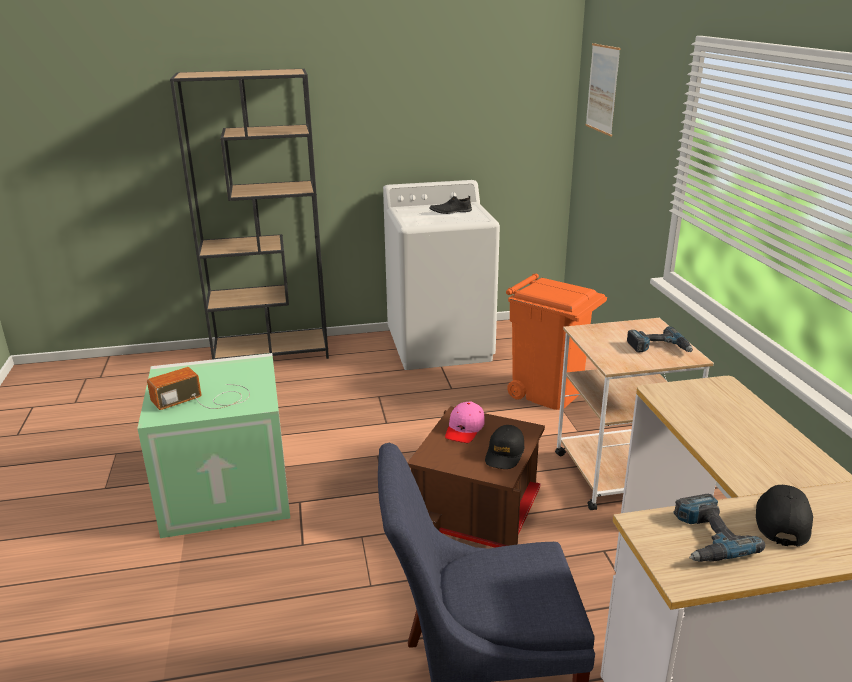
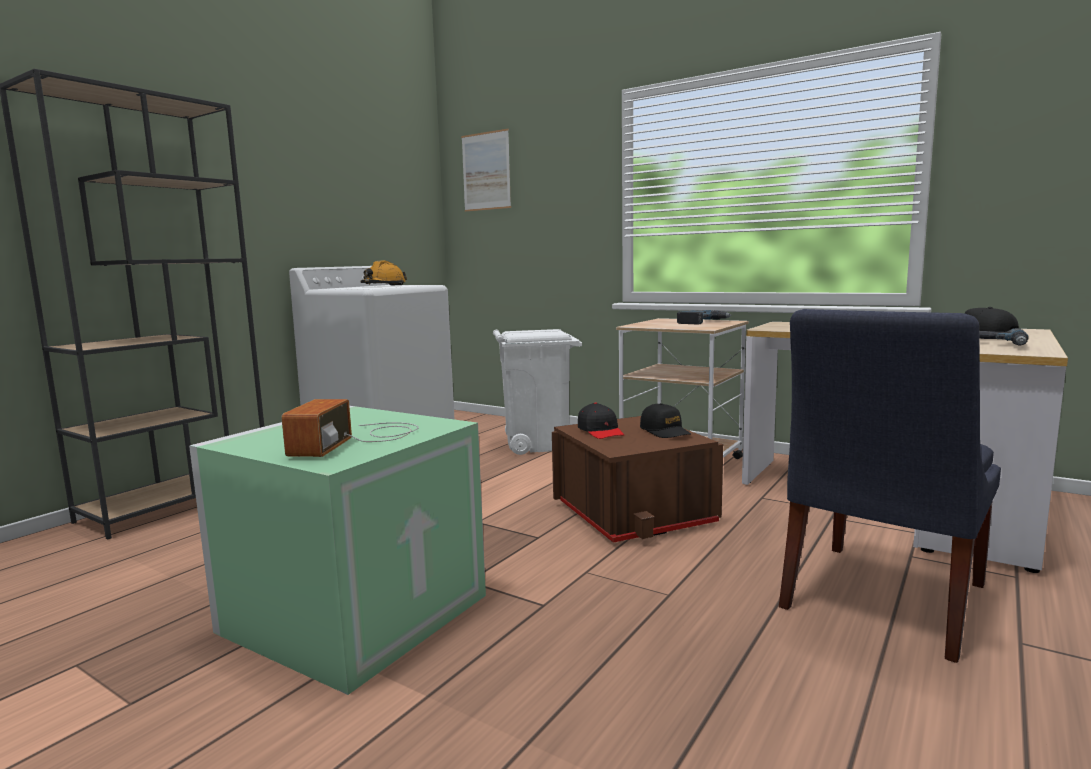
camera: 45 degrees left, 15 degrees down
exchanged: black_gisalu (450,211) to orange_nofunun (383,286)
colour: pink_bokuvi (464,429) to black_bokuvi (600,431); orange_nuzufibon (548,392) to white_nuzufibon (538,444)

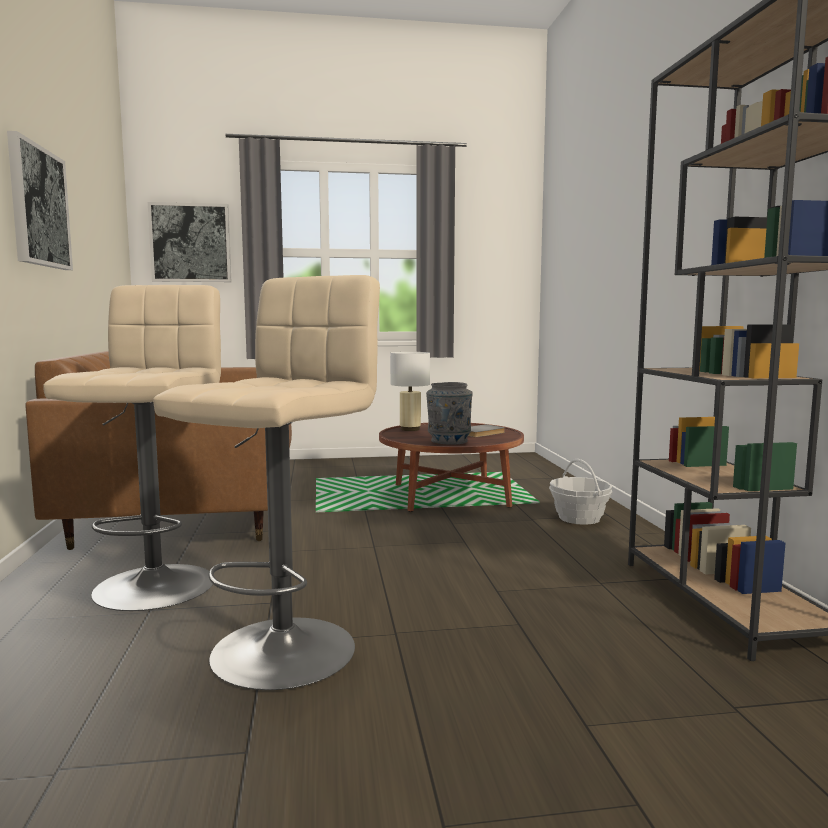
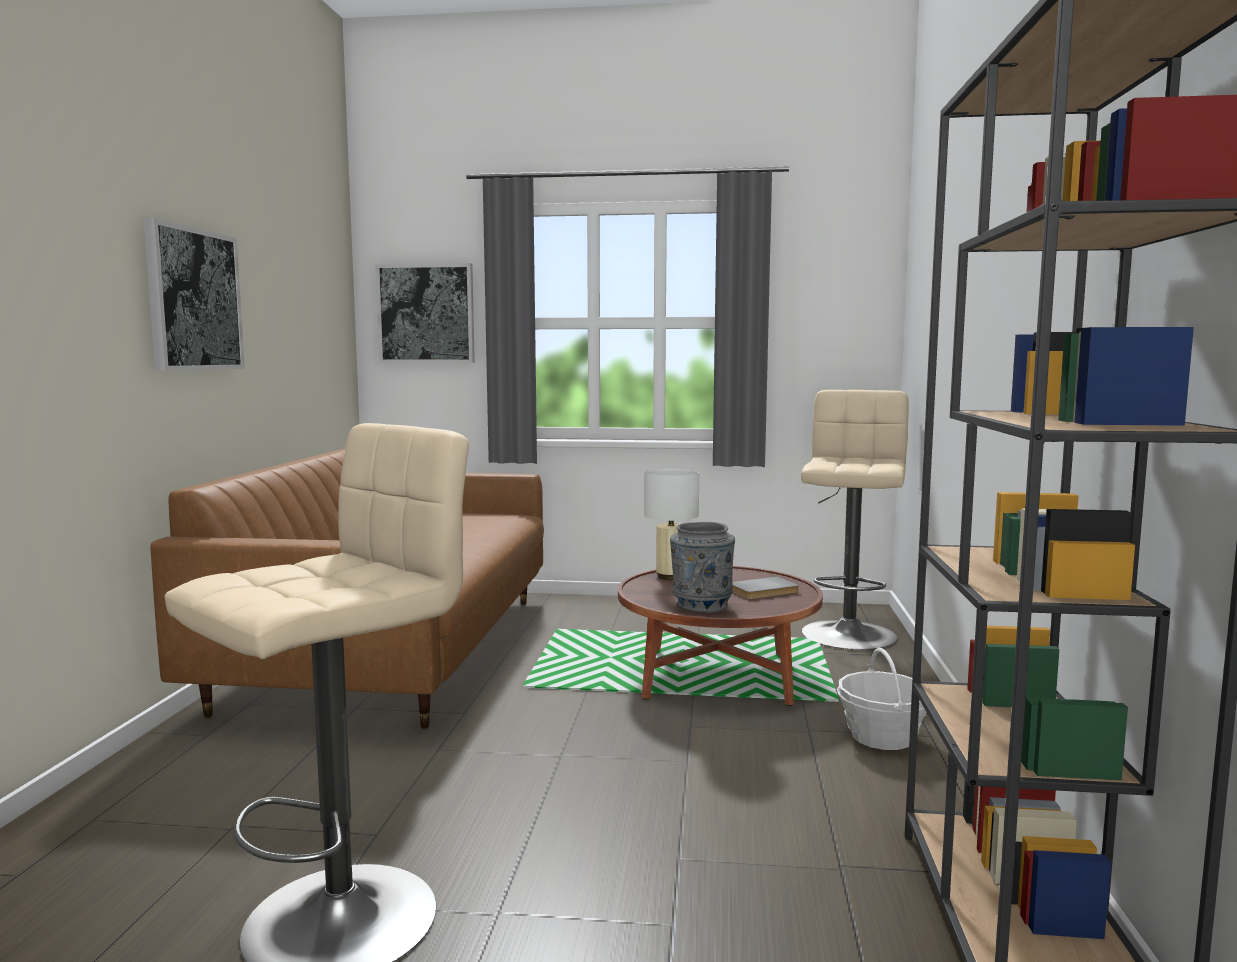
camera: 15 degrees right, 0 degrees up
relocated: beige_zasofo (156,586) to (850,635)

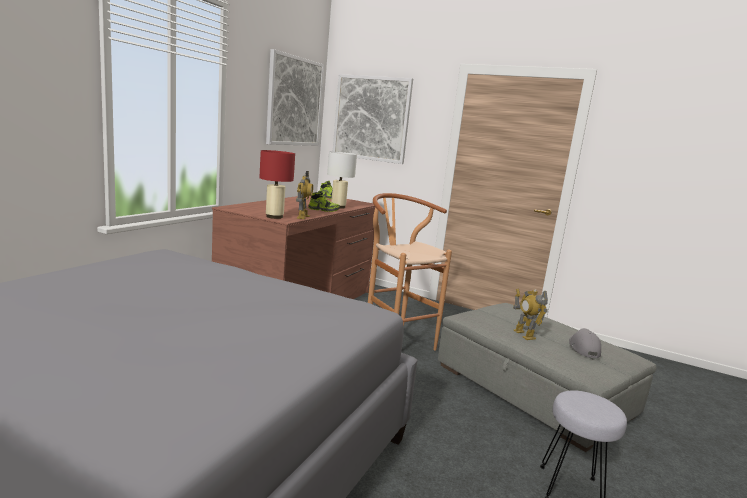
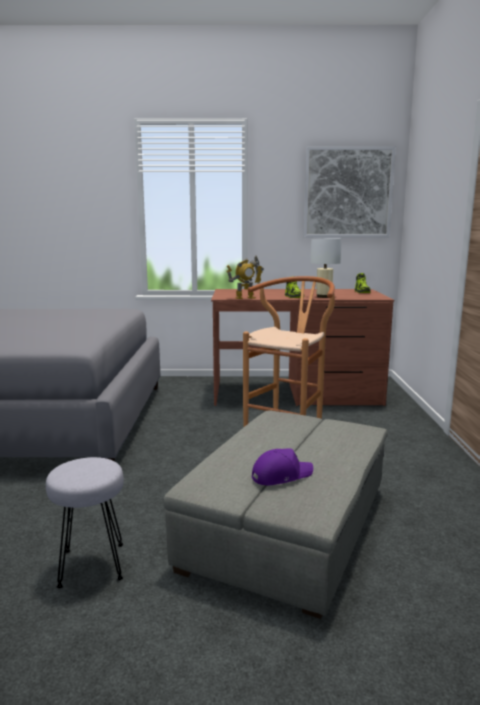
camera: 65 degrees right, 0 degrees up
missing: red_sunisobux (274,217); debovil (371,118); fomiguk (524,334)
colour: grey_bokuvi (583,348) to purple_bokuvi (281,475)

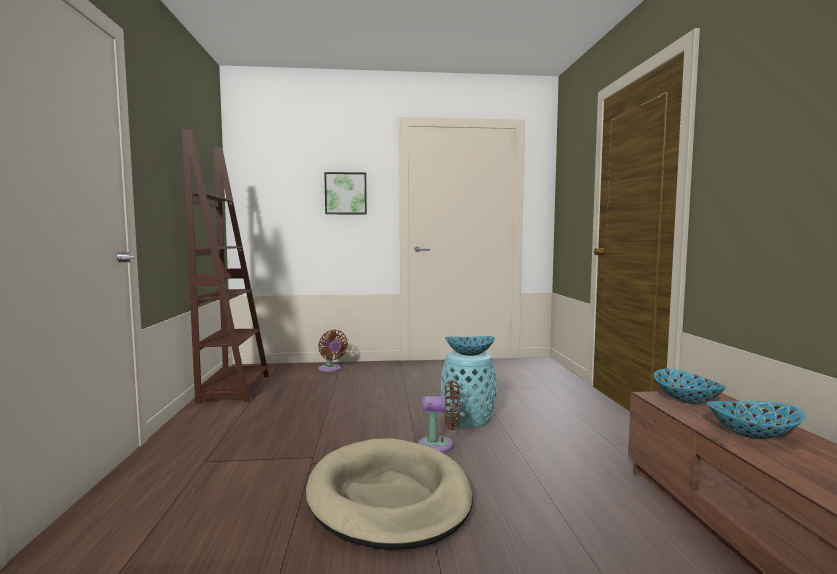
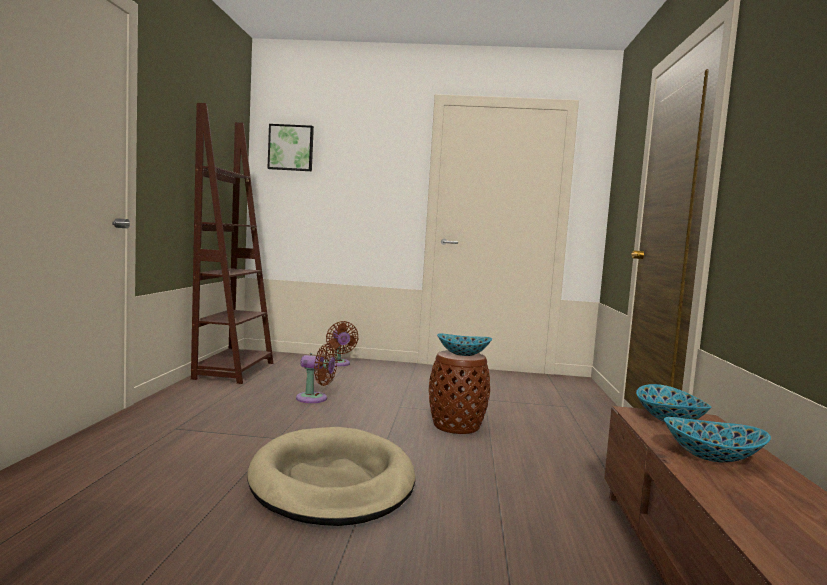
camera: 10 degrees right, 0 degrees up
relocated: debovil (346,193) to (291,148); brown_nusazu (440,445) to (315,399)
colour: turquoise_zasofo (468,419) to brown_zasofo (456,426)

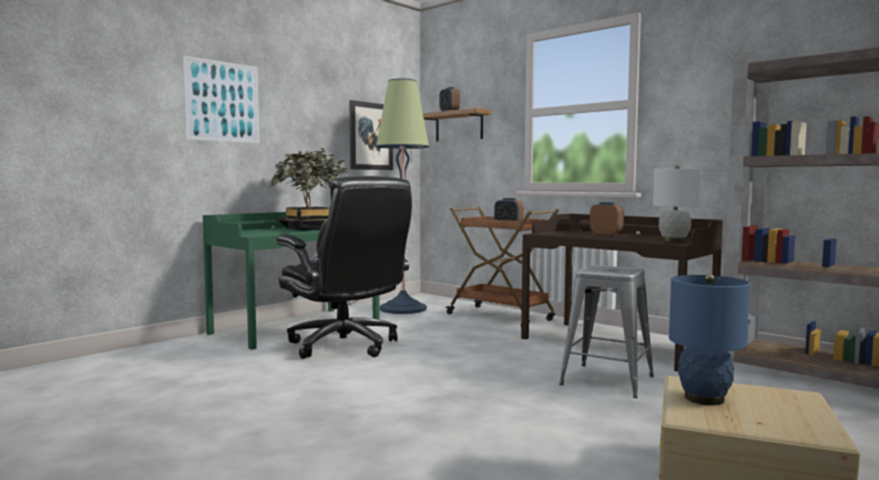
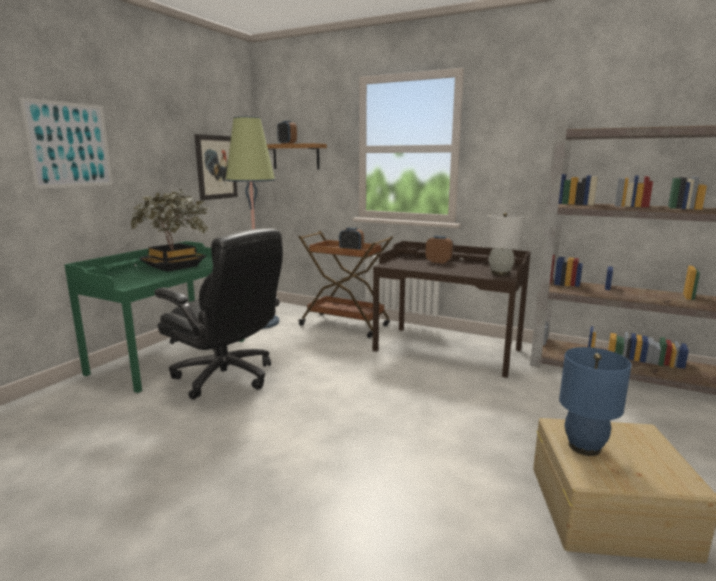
camera: 15 degrees left, 10 degrees up
missing: grey_zasofo (607,380)

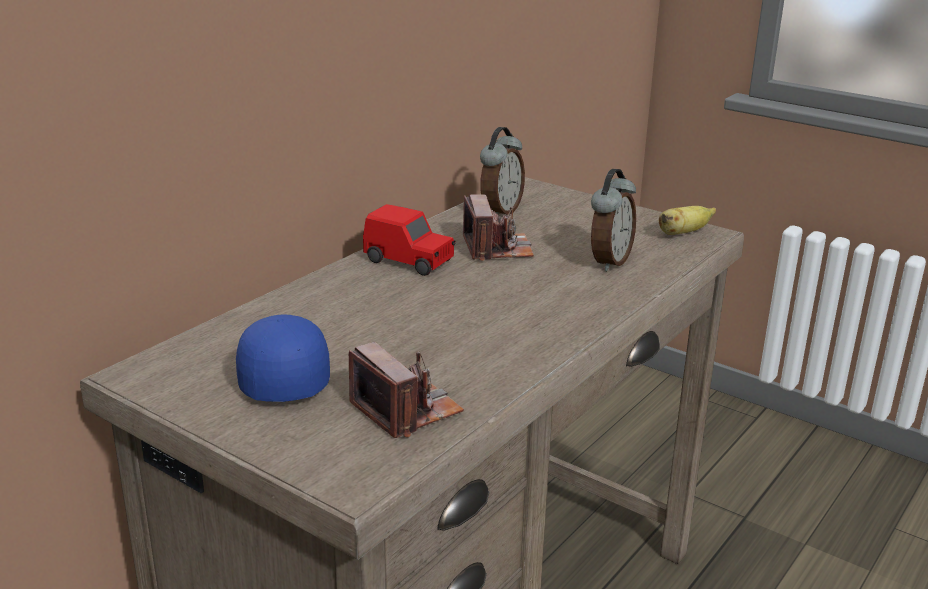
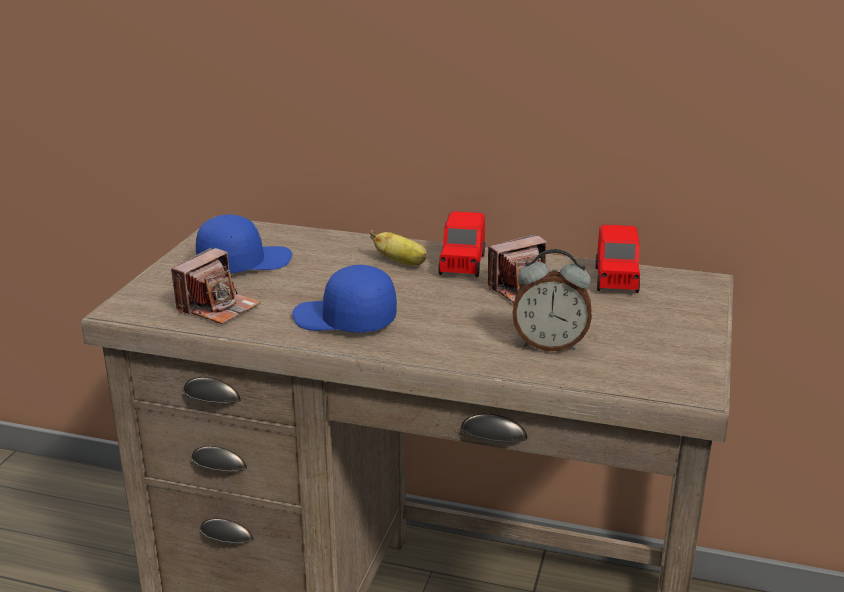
camera: 70 degrees right, 0 degrees up
appeared: blue_bokuvi (344,320)
relocated: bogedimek (683,233) to (402,263)
exchanged: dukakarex (499,211) to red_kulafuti (616,280)

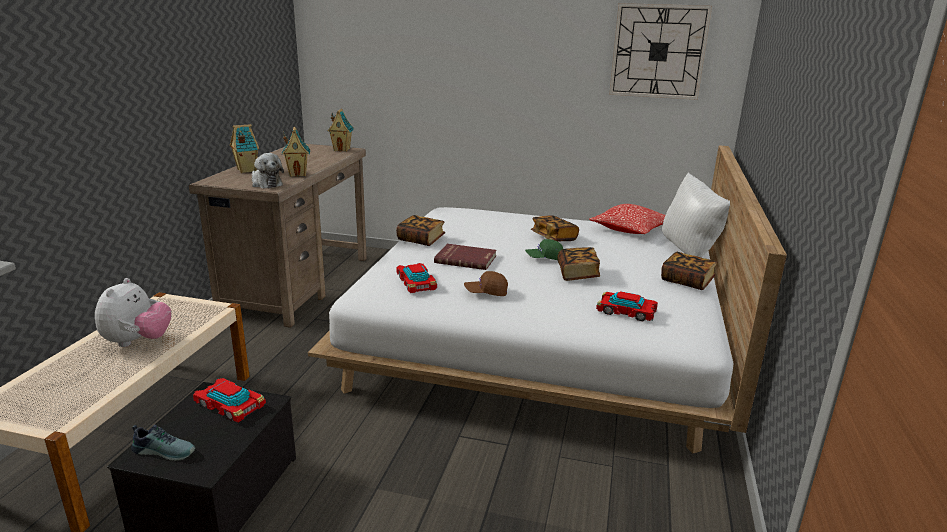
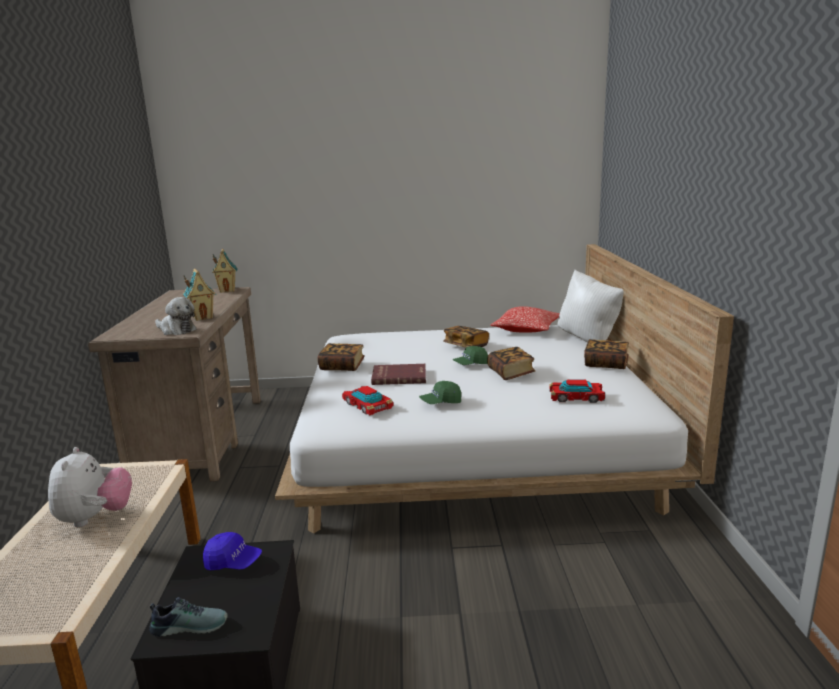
camera: 15 degrees left, 5 degrees down
missing: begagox (246,170); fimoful (658,51)
exchanged: kulafuti (230,405) to blue_bokuvi (233,562)
colour: brown_bokuvi (486,292) to green_bokuvi (441,402)

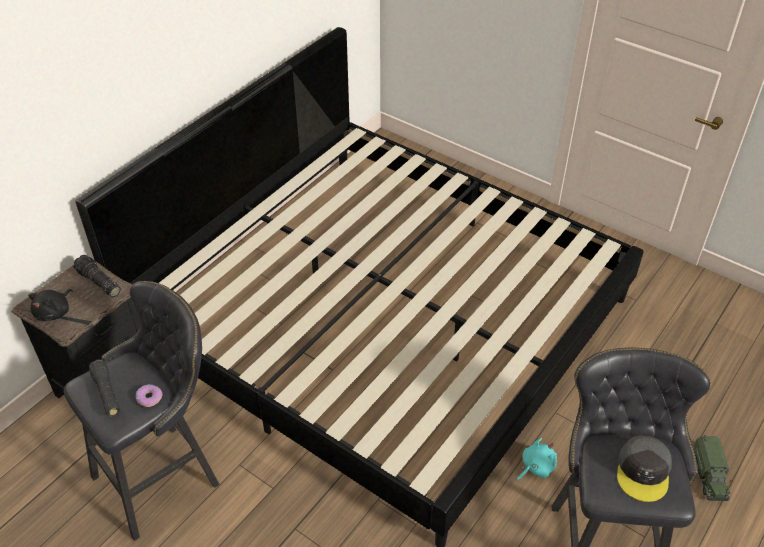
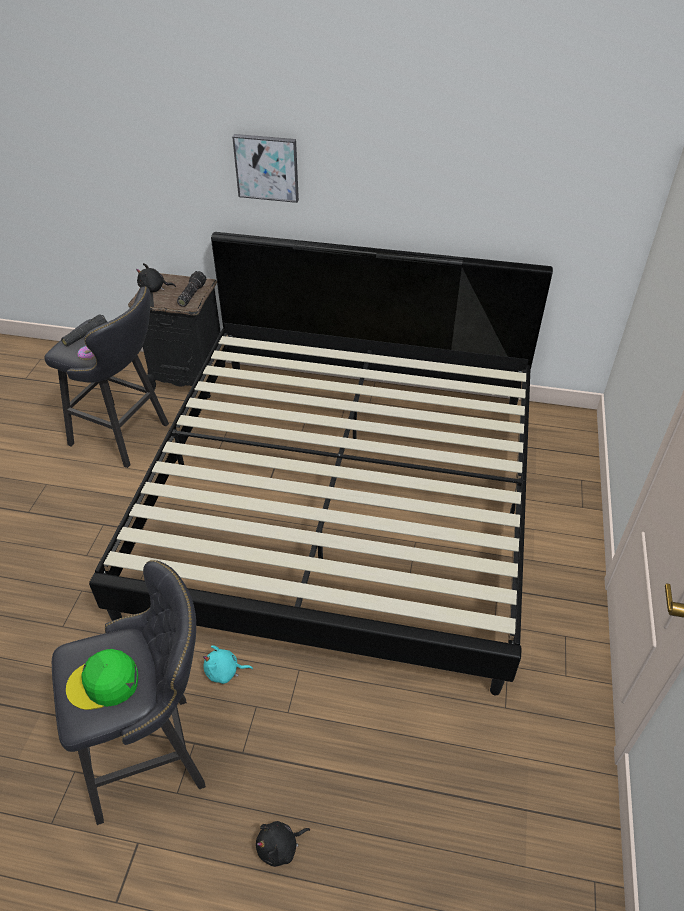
camera: 65 degrees right, 0 degrees up
appeared: debovil (267,167)
exchanged: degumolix (709,475) to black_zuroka (280,847)
colour: grey_bokuvi (643,471) to green_bokuvi (104,683)
spun: turquoise_zuroka (536,467) = (225,671) 150 degrees clockwise

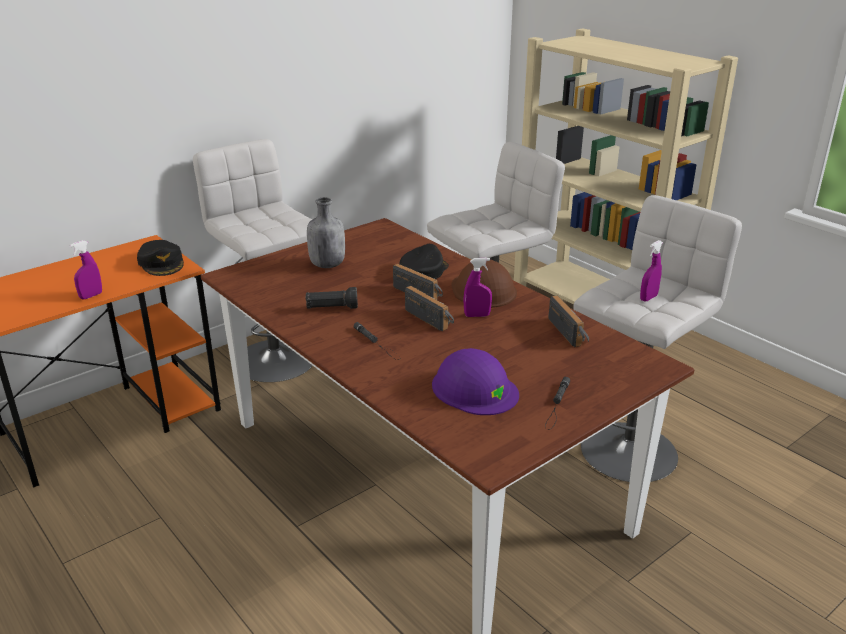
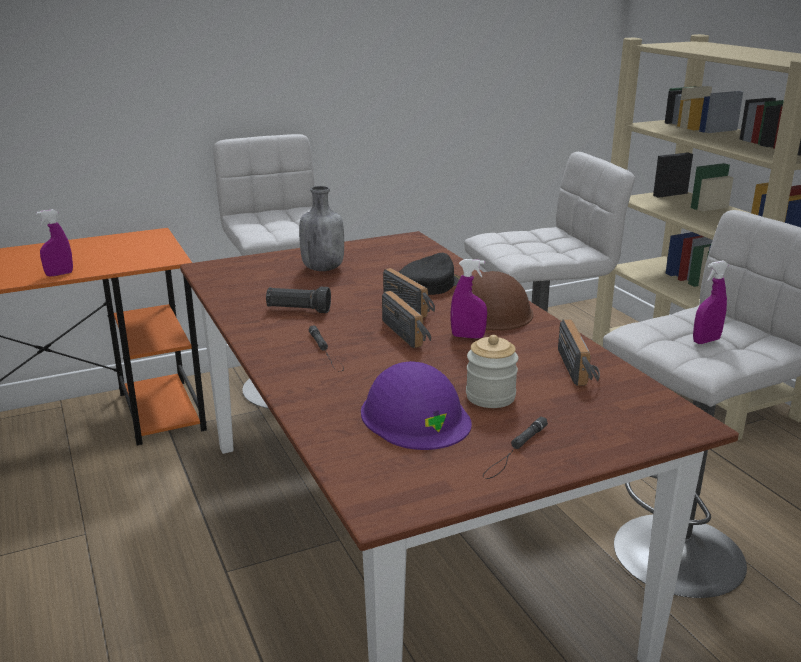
camera: 15 degrees right, 5 degrees down
missing: black_bokuvi (162,263)
appeared: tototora (490,397)

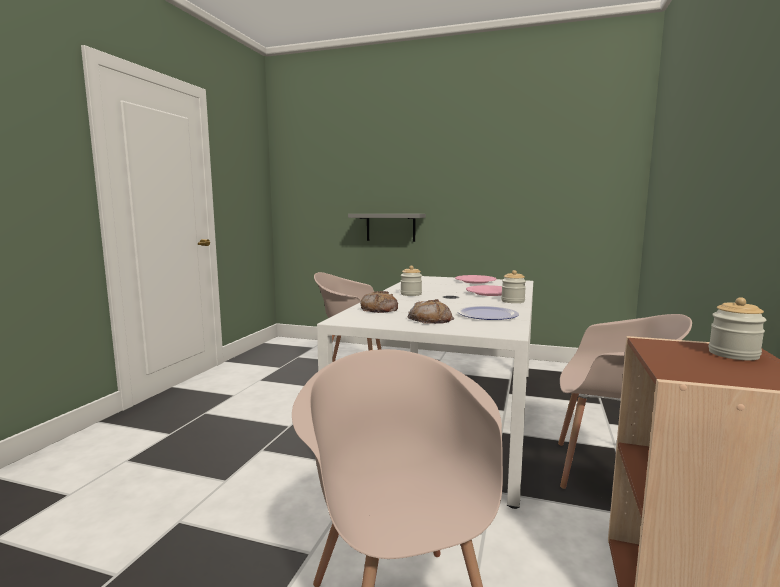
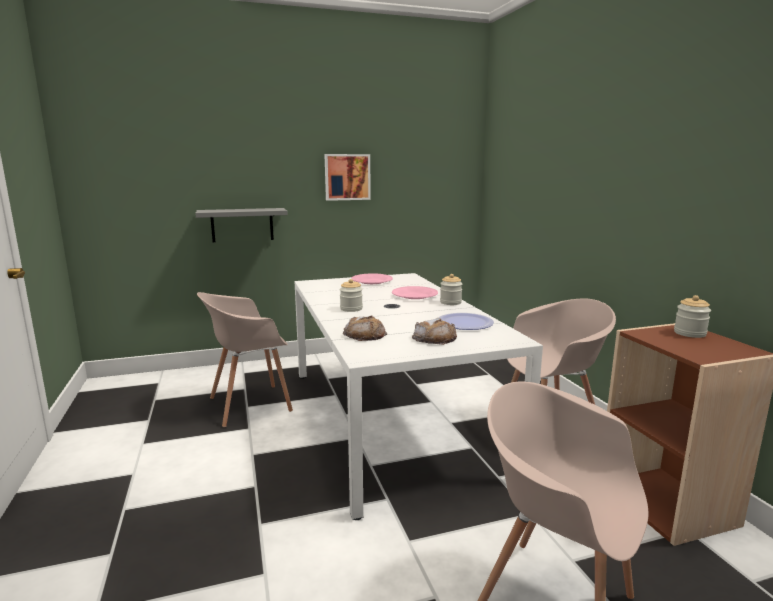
camera: 35 degrees left, 5 degrees up
appeared: debovil (347,177)

